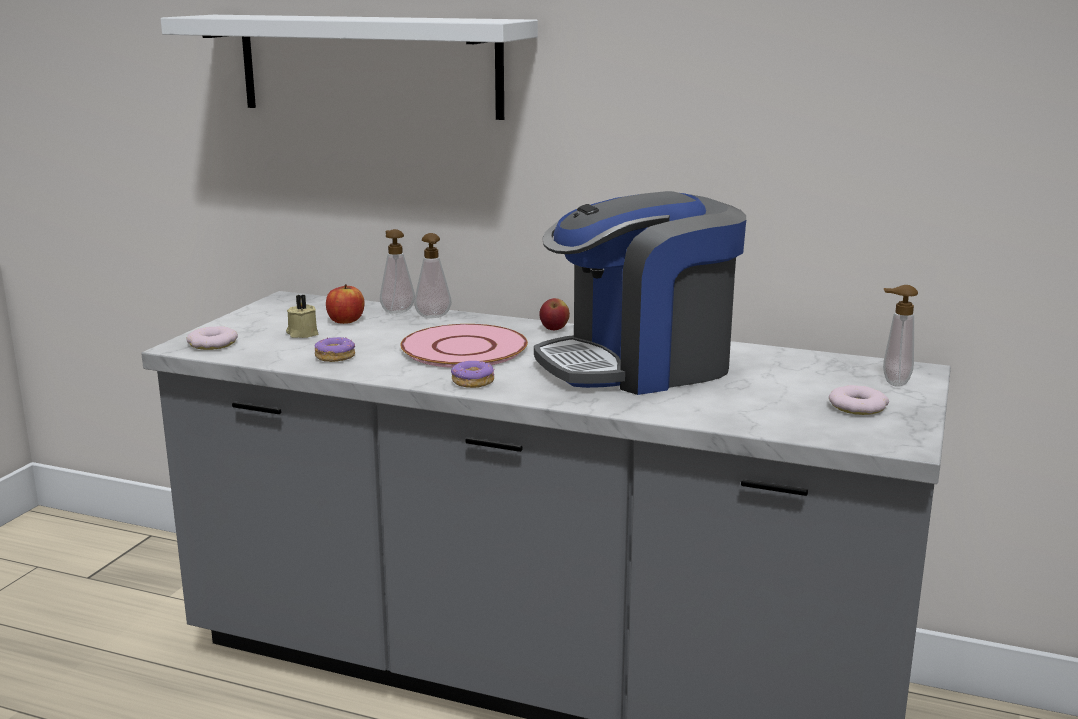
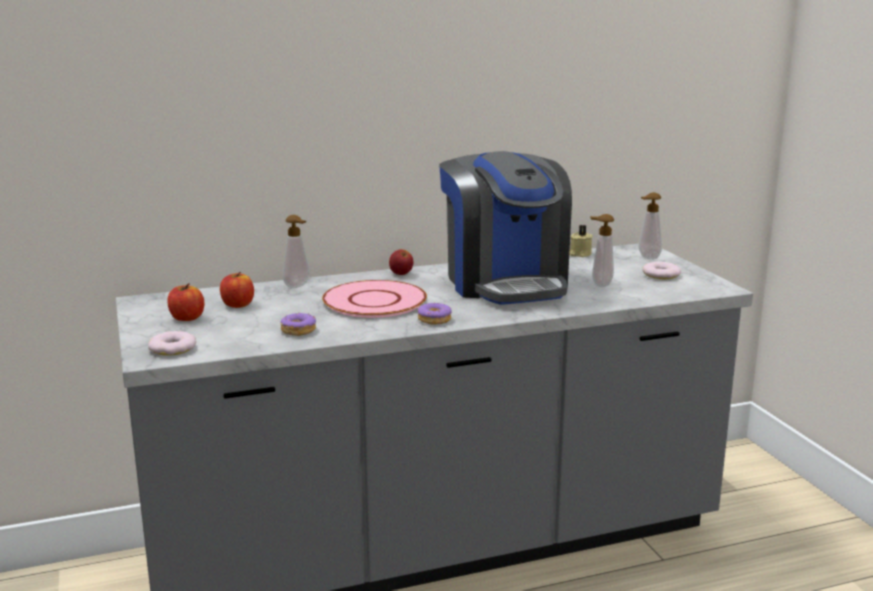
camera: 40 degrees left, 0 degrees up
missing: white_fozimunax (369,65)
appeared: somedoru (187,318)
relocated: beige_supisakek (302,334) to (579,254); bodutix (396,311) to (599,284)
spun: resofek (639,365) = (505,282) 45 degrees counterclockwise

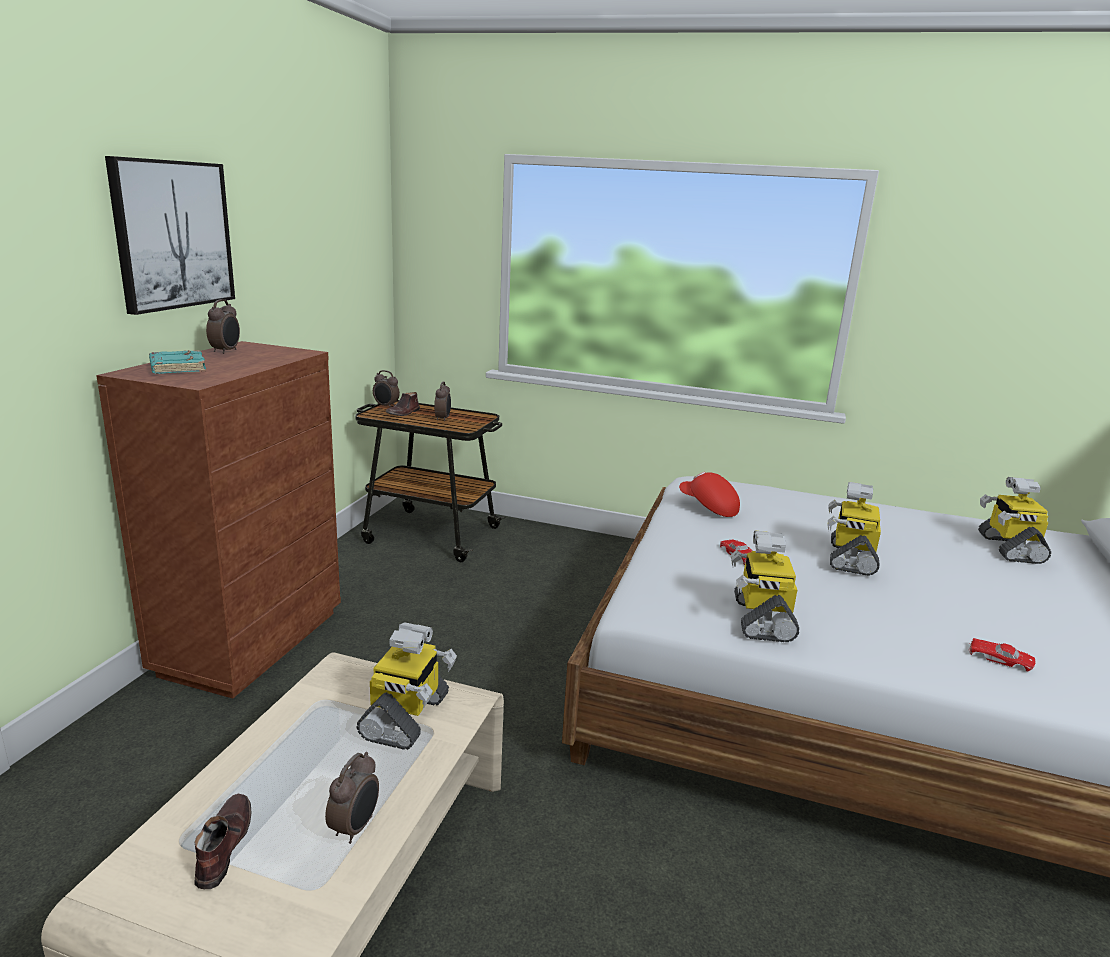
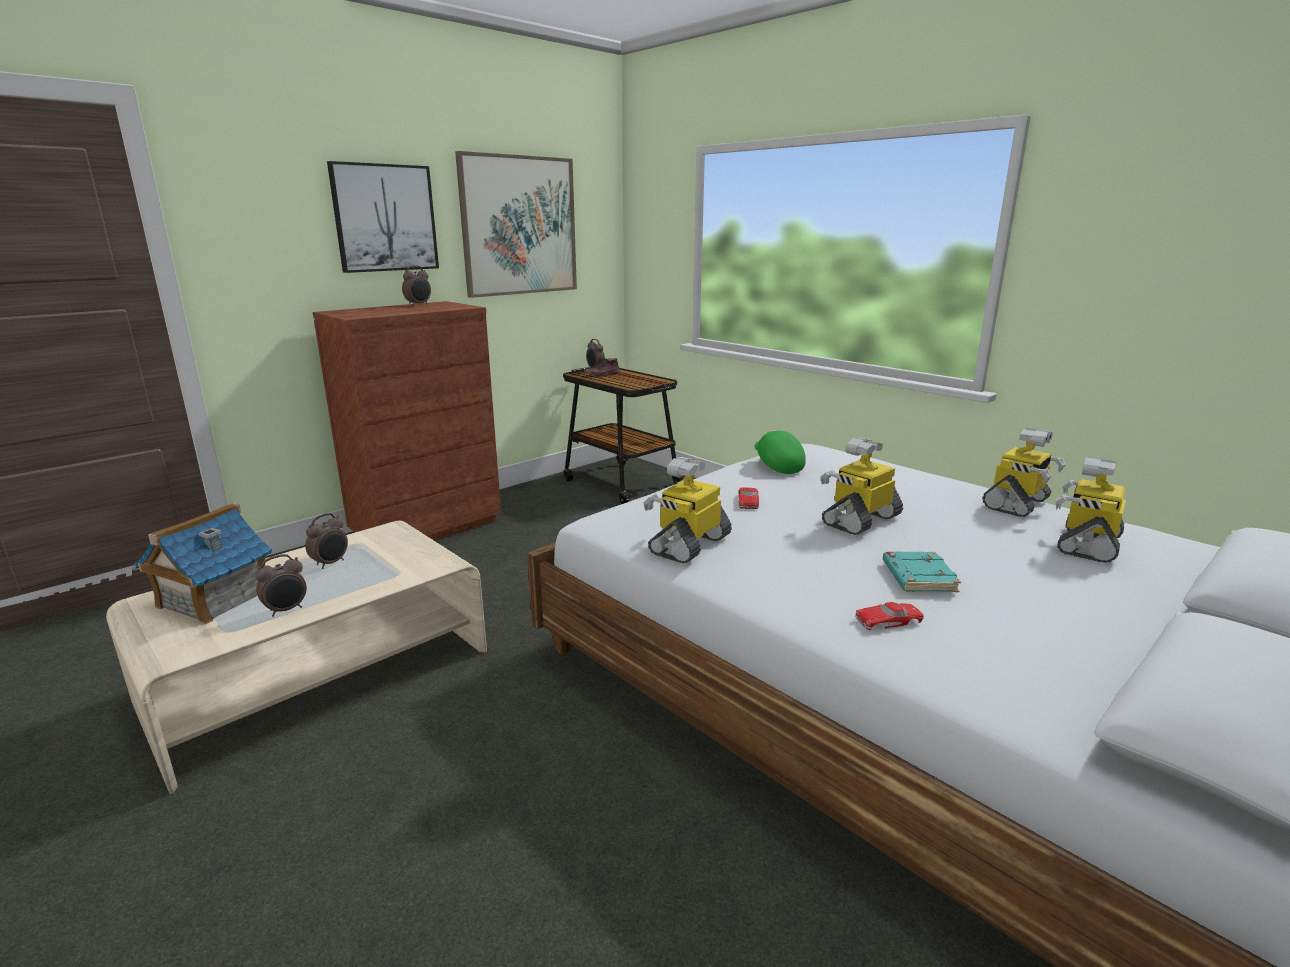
camera: 30 degrees right, 0 degrees up
appeared: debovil (519,226)
relocated: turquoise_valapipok (176,368) to (917,577); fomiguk (406,717) to (1017,504); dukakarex (443,419) to (331,563)
exchanged: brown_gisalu (223,846) to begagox (214,598)
colour: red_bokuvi (708,507) to green_bokuvi (777,465)
spun: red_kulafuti (1000,659) = (888,620) 75 degrees counterclockwise

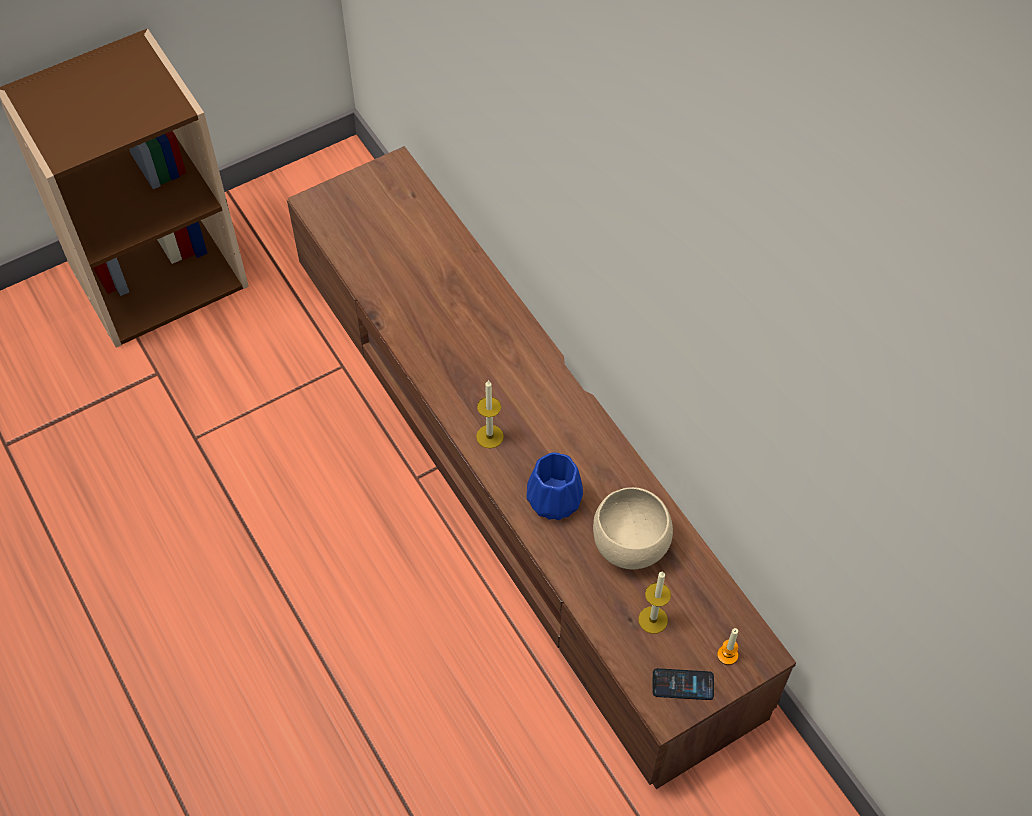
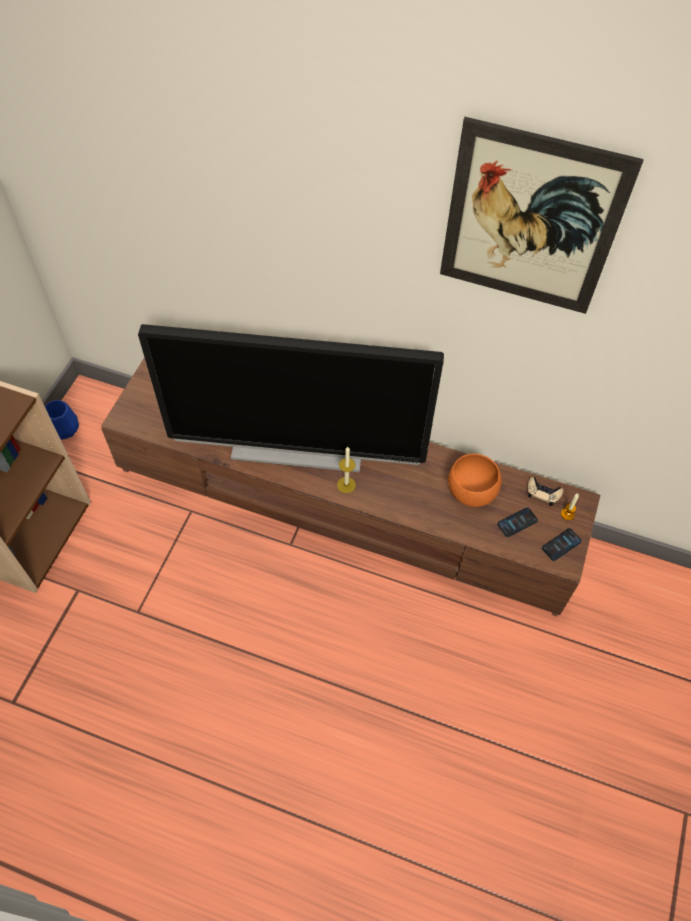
camera: 40 degrees left, 0 degrees up
appeared: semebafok (297,448); debovil (530,221); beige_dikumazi (543,493)
relocated: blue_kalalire (554,498) to (64,428)
exchanged: supisakek (653,620) to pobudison (517,522)
colour: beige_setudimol (628,547) to orange_setudimol (471,493)

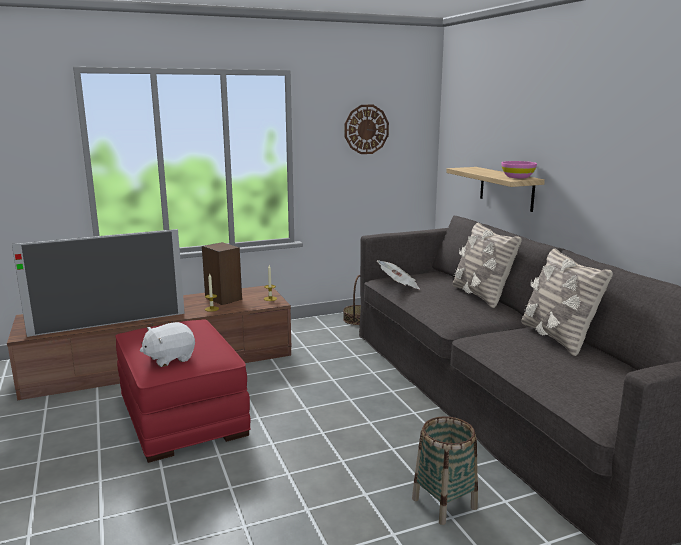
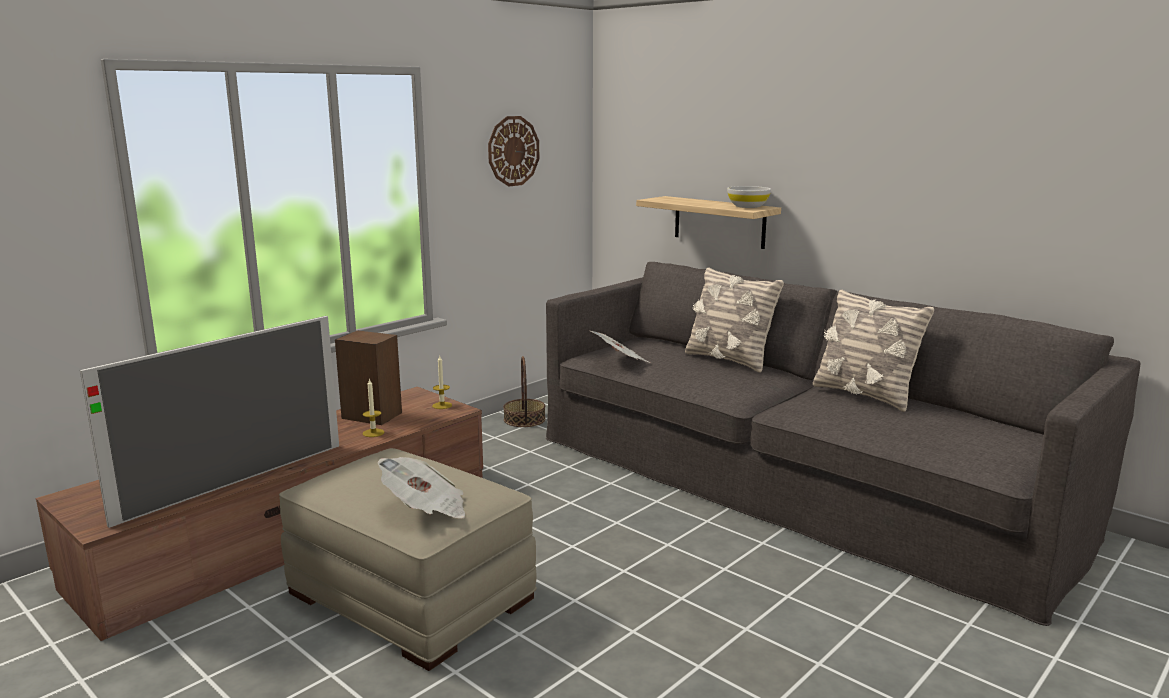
camera: 25 degrees left, 0 degrees up
missing: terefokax (444,503)
exchanged: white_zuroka (169,358) to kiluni (426,509)
colour: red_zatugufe (182,415) to beige_zatugufe (410,596); pink_setudimol (517,177) to white_setudimol (747,206)

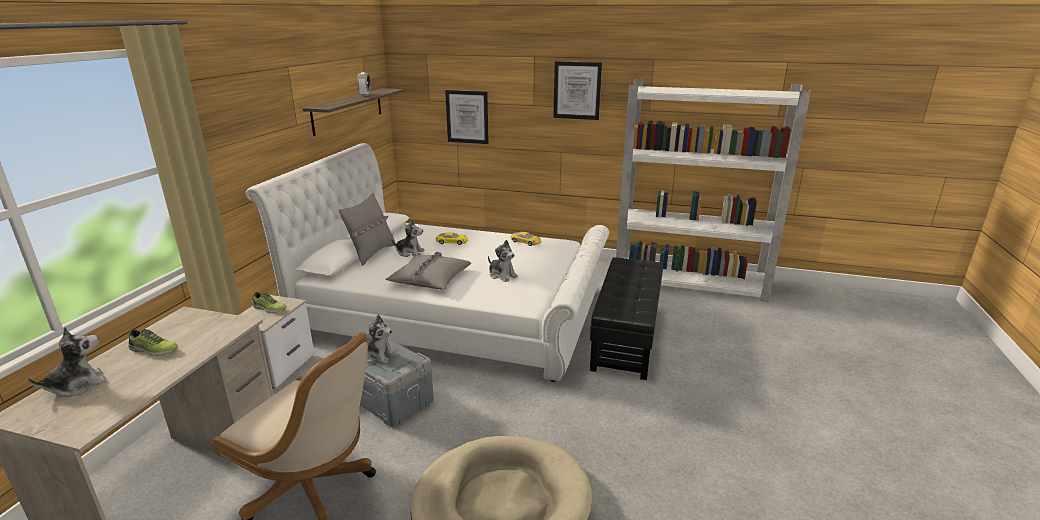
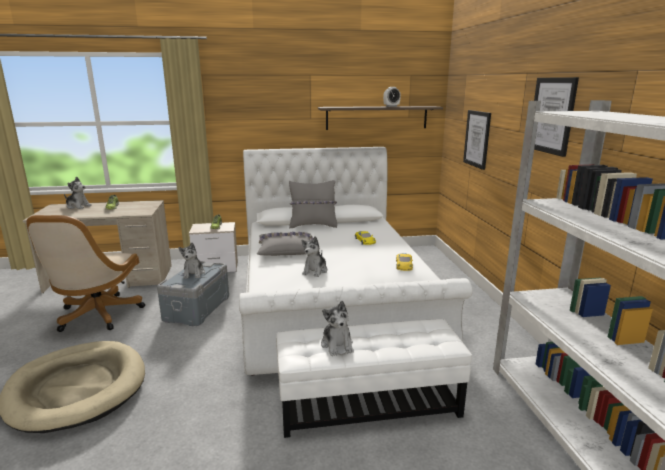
camera: 65 degrees right, 5 degrees down
relocated: zuroka (410,252) to (337,345)
colour: black_zatugufe (625,337) to white_zatugufe (368,403)

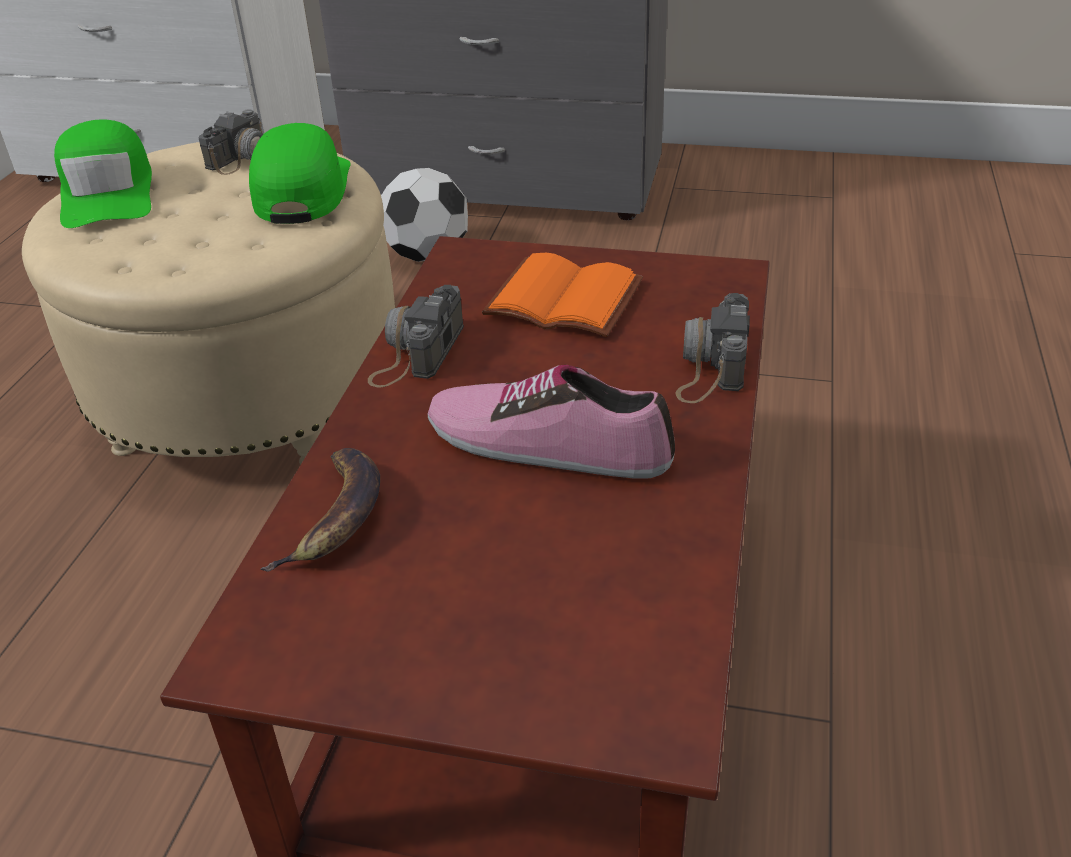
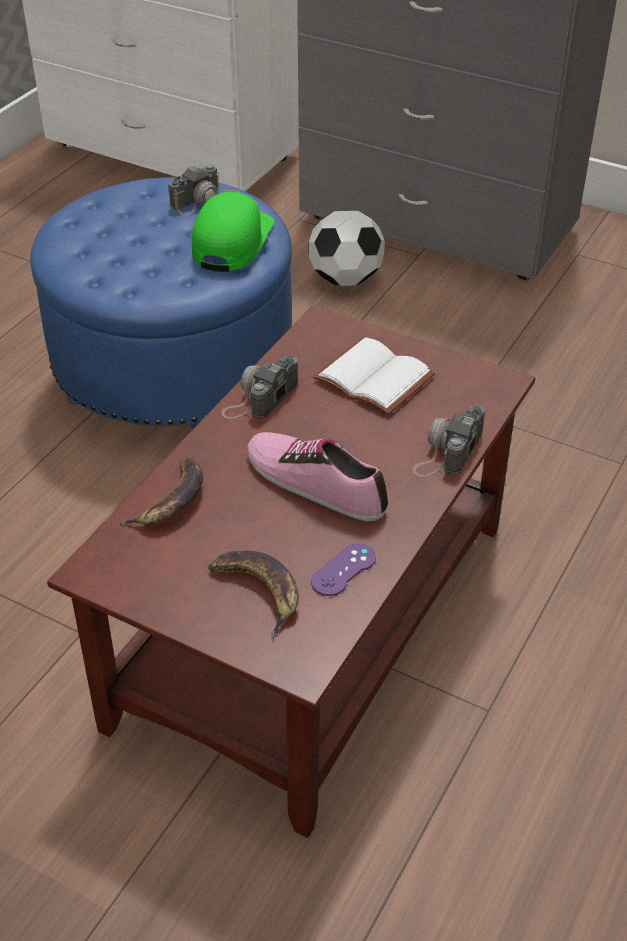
camera: 15 degrees right, 5 degrees up
missing: green_bokuvi (108,193)
appeared: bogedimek (258,592); purple_dikumazi (343,570)
colour: beige_zatugufe (252,396) to blue_zatugufe (175,376); orange_valapipok (567,298) to white_valapipok (377,378)

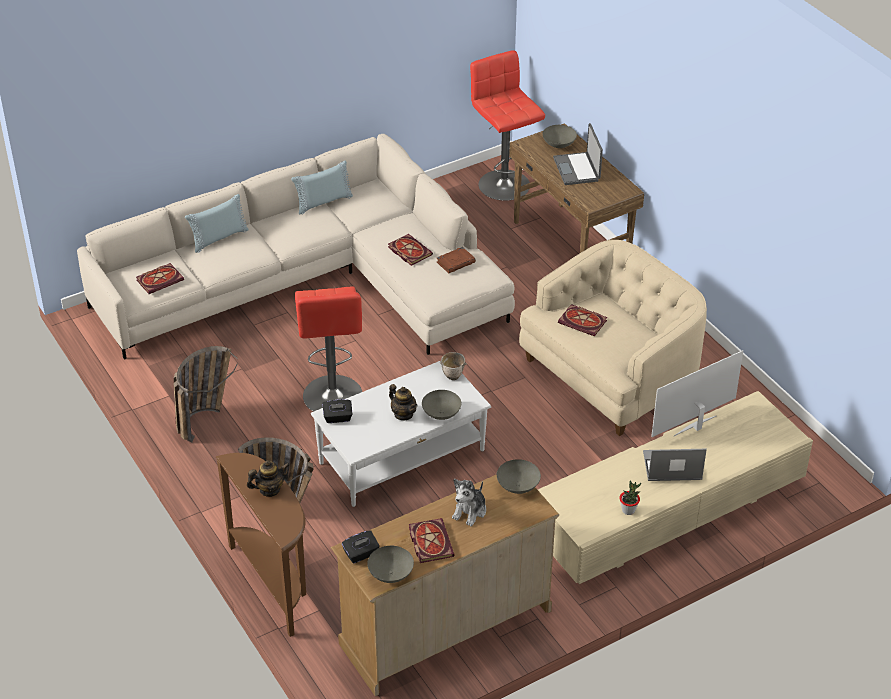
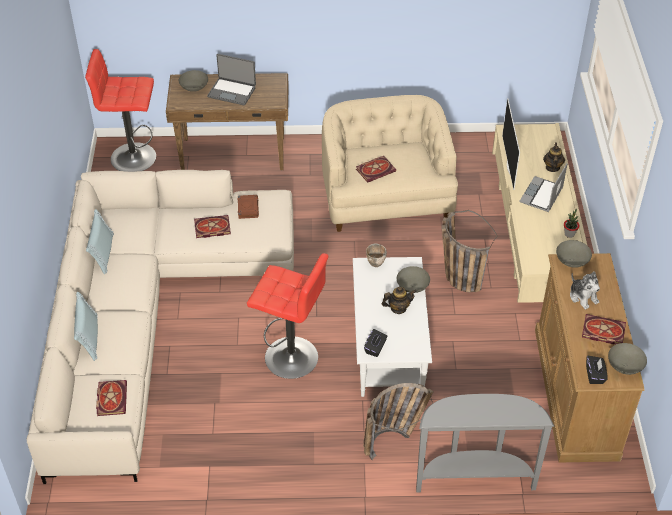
camera: 60 degrees left, 5 degrees up
relocated: terefokax (205,417) to (457,274); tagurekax (269,489) to (552,167)
colour: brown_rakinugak (274,583) to grey_rakinugak (474,477)

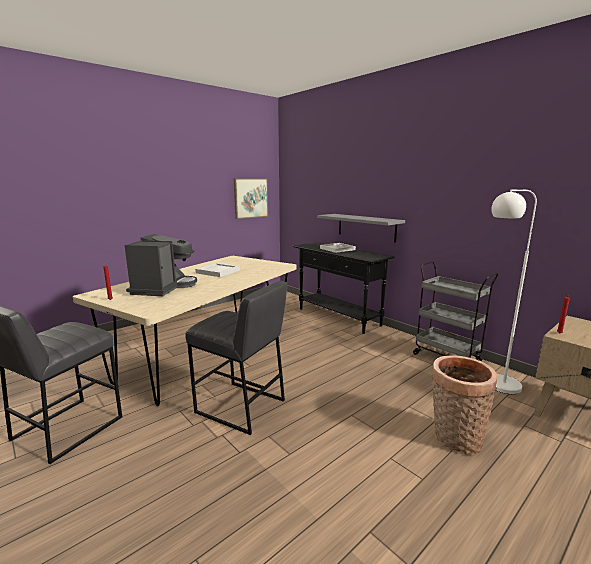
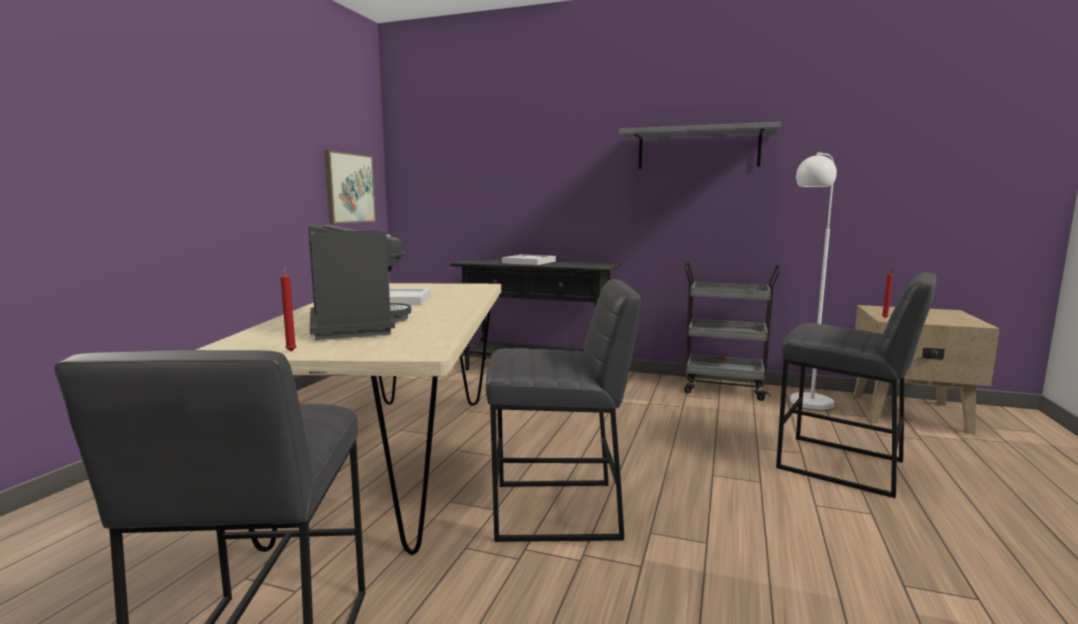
camera: 30 degrees left, 5 degrees down
relocated: grey_fozimunax (366,227) to (698,149)
exchanged: terefokax (454,439) to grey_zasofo (842,465)

